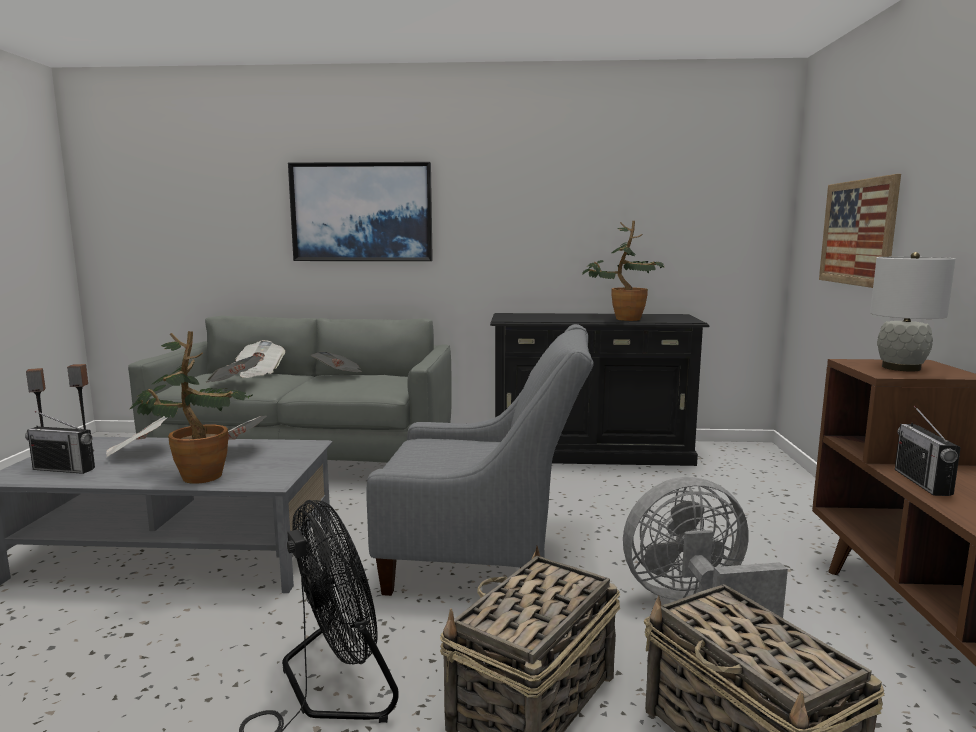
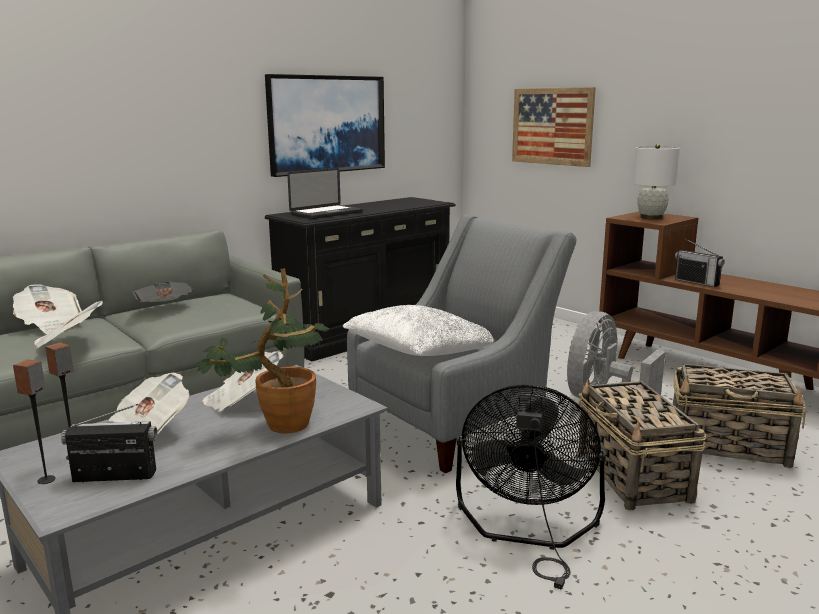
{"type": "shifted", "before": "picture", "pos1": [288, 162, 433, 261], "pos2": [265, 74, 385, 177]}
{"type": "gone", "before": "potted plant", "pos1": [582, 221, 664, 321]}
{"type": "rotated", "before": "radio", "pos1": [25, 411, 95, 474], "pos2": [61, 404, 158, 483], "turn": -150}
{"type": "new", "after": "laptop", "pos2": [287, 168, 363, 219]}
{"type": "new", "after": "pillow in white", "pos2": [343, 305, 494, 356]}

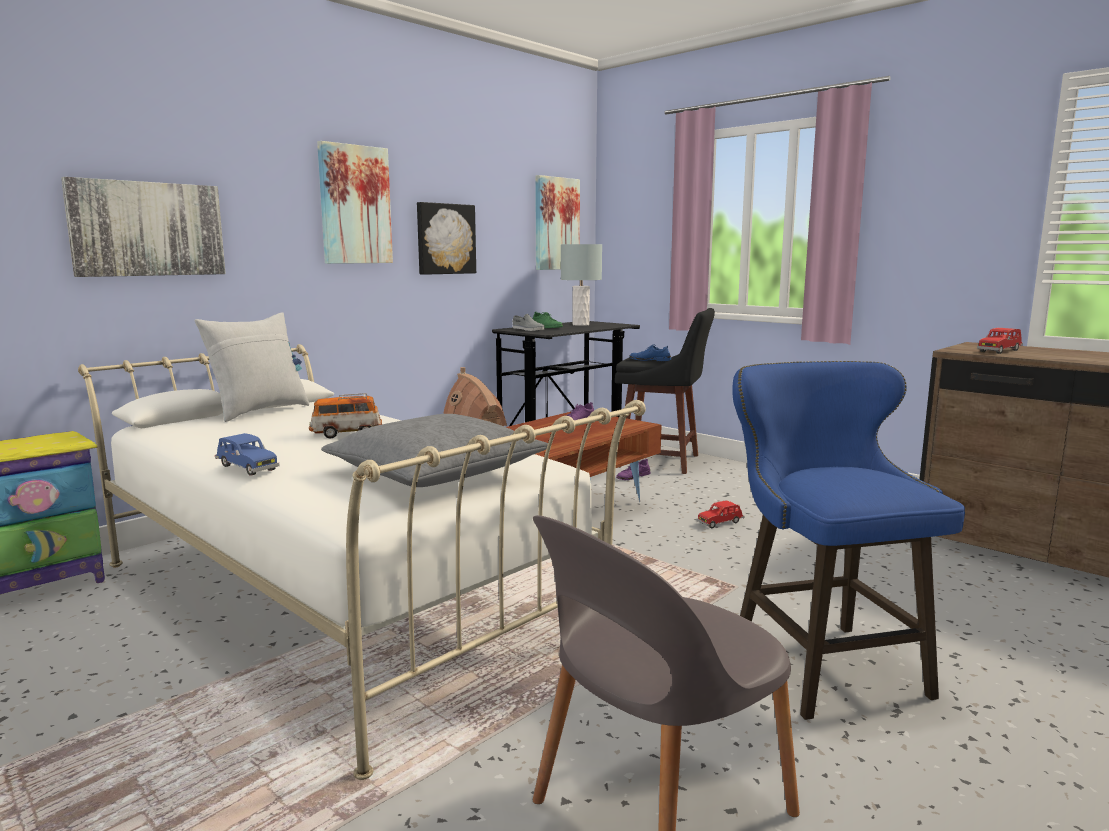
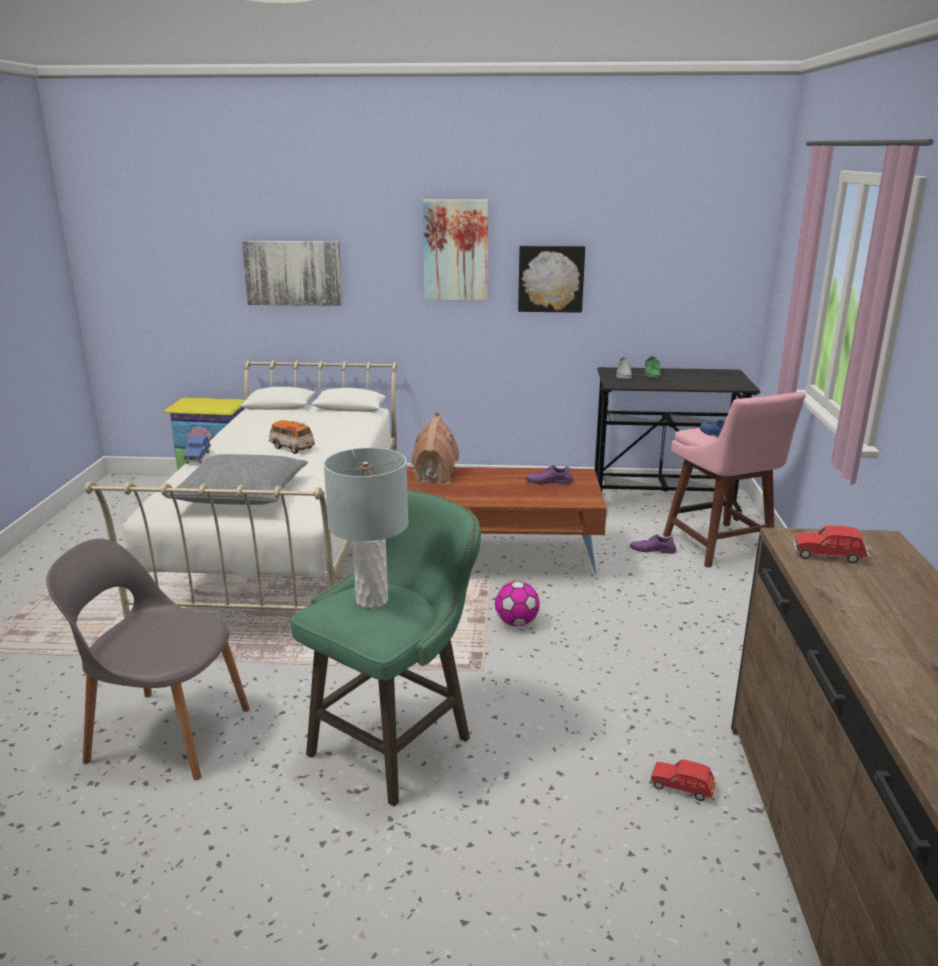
{"type": "gone", "before": "picture", "pos1": [535, 175, 580, 270]}
{"type": "shifted", "before": "table lamp in grey", "pos1": [561, 244, 602, 326], "pos2": [324, 448, 408, 608]}
{"type": "repainted", "before": "stool in black", "after": "stool in pink", "pos1": [615, 308, 715, 474], "pos2": [663, 392, 806, 568]}
{"type": "gone", "before": "pillow in grey", "pos1": [195, 312, 309, 422]}
{"type": "repainted", "before": "stool in blue", "after": "stool in green", "pos1": [732, 361, 965, 720], "pos2": [291, 489, 481, 806]}
{"type": "shifted", "before": "toy car in red", "pos1": [697, 500, 745, 528], "pos2": [649, 760, 718, 801]}
{"type": "new", "after": "football", "pos2": [495, 581, 540, 627]}

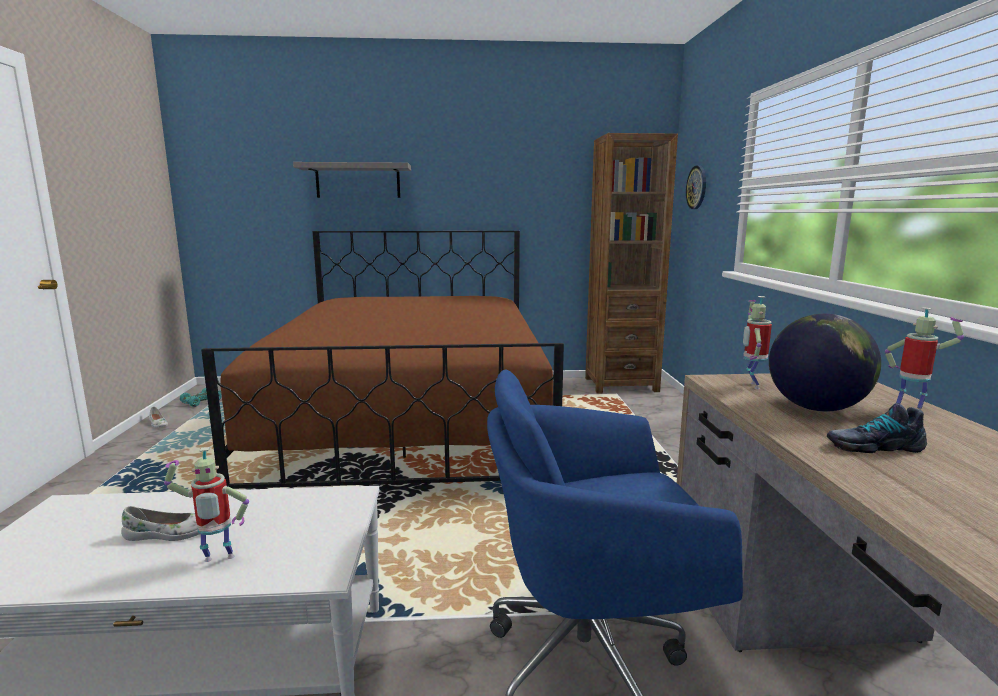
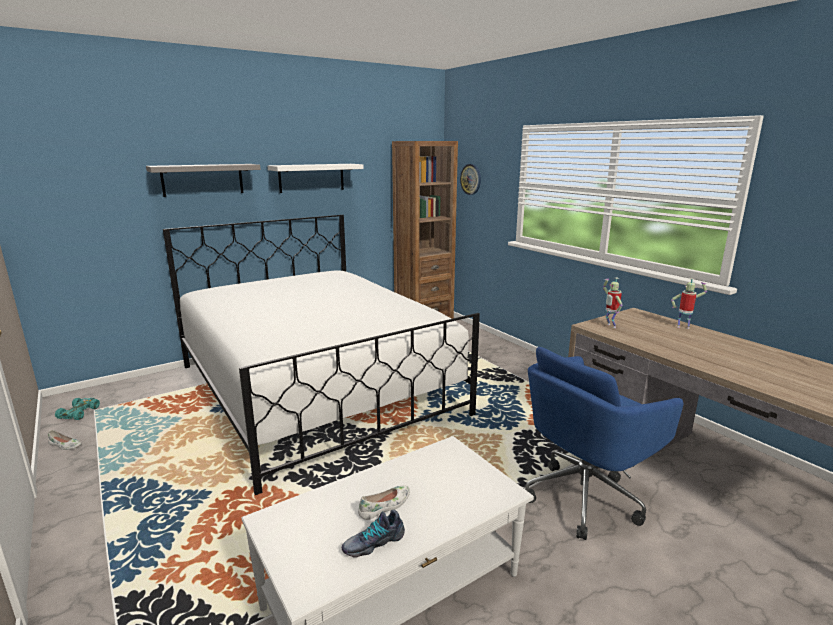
{"type": "repainted", "before": "bed in brown", "after": "bed in white", "pos1": [201, 231, 564, 489], "pos2": [163, 215, 480, 495]}
{"type": "gone", "before": "globe", "pos1": [769, 314, 881, 411]}
{"type": "shifted", "before": "shoe", "pos1": [827, 403, 927, 453], "pos2": [342, 510, 405, 558]}
{"type": "gone", "before": "toy robot", "pos1": [164, 447, 249, 562]}
{"type": "new", "after": "shelf in white", "pos2": [268, 164, 364, 193]}

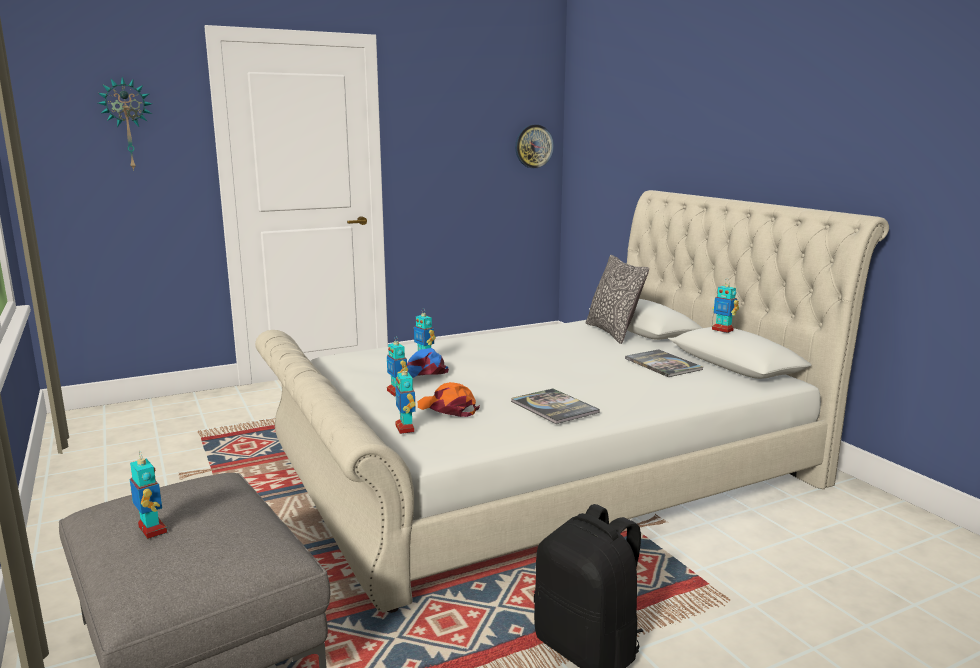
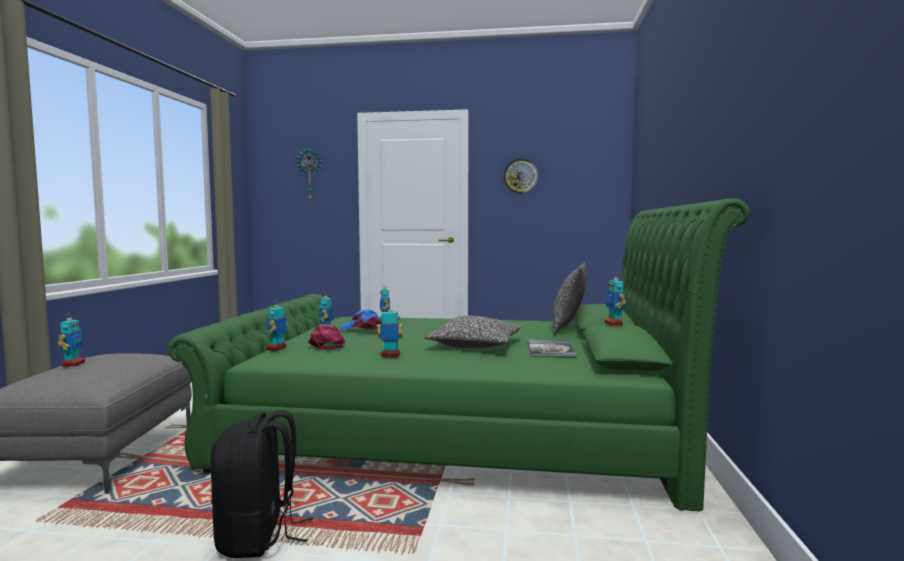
{"type": "shifted", "before": "wall clock", "pos1": [515, 124, 554, 168], "pos2": [503, 158, 539, 194]}
{"type": "repainted", "before": "bed in beige", "after": "bed in green", "pos1": [255, 190, 889, 613], "pos2": [167, 199, 750, 512]}
{"type": "repainted", "before": "cap in orange", "after": "cap in pink", "pos1": [418, 382, 480, 417], "pos2": [308, 324, 345, 350]}
{"type": "swapped", "before": "book", "after": "toy robot", "pos1": [511, 388, 600, 424], "pos2": [377, 304, 403, 357]}
{"type": "new", "after": "pillow", "pos2": [424, 316, 522, 348]}

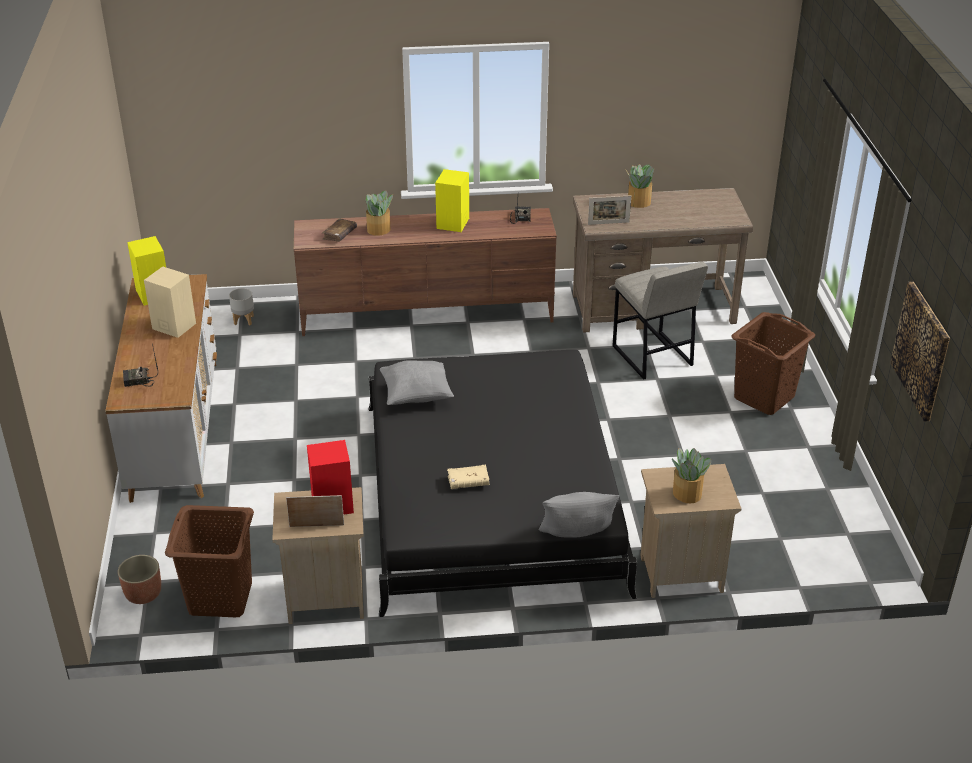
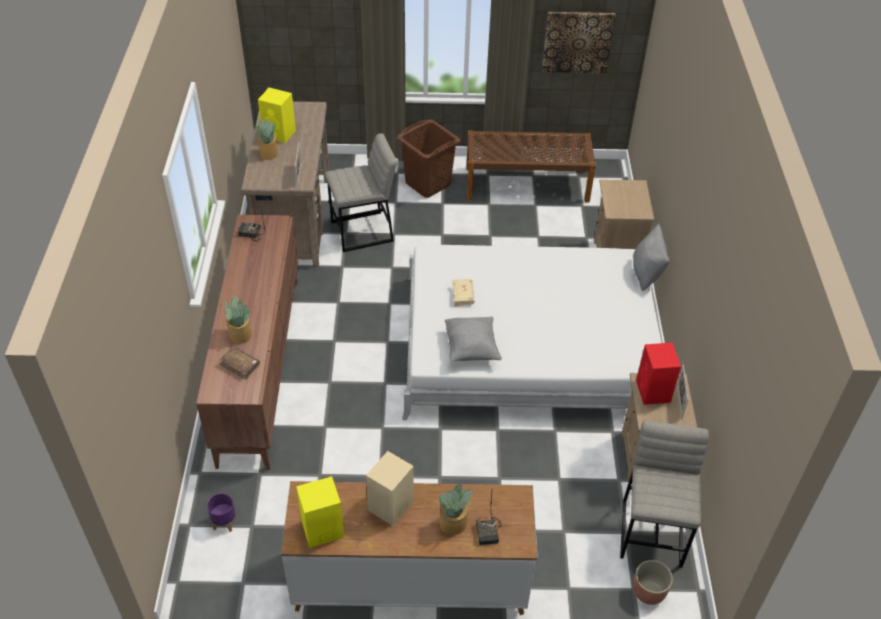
{"type": "shifted", "before": "speaker in yellow", "pos1": [435, 169, 469, 232], "pos2": [258, 87, 296, 143]}
{"type": "repainted", "before": "planter in grey", "after": "planter in purple", "pos1": [229, 288, 254, 325], "pos2": [207, 493, 236, 532]}
{"type": "repainted", "before": "bed in black", "after": "bed in white", "pos1": [368, 350, 637, 617], "pos2": [402, 245, 662, 420]}
{"type": "shifted", "before": "potted plant", "pos1": [672, 448, 711, 503], "pos2": [439, 483, 473, 535]}
{"type": "shifted", "before": "book in beige", "pos1": [447, 464, 490, 489], "pos2": [452, 279, 474, 307]}
{"type": "swapped", "before": "laundry basket in brown", "after": "chair in grey", "pos1": [165, 505, 254, 617], "pos2": [620, 420, 709, 568]}
{"type": "new", "after": "bench in brown", "pos2": [466, 131, 596, 202]}

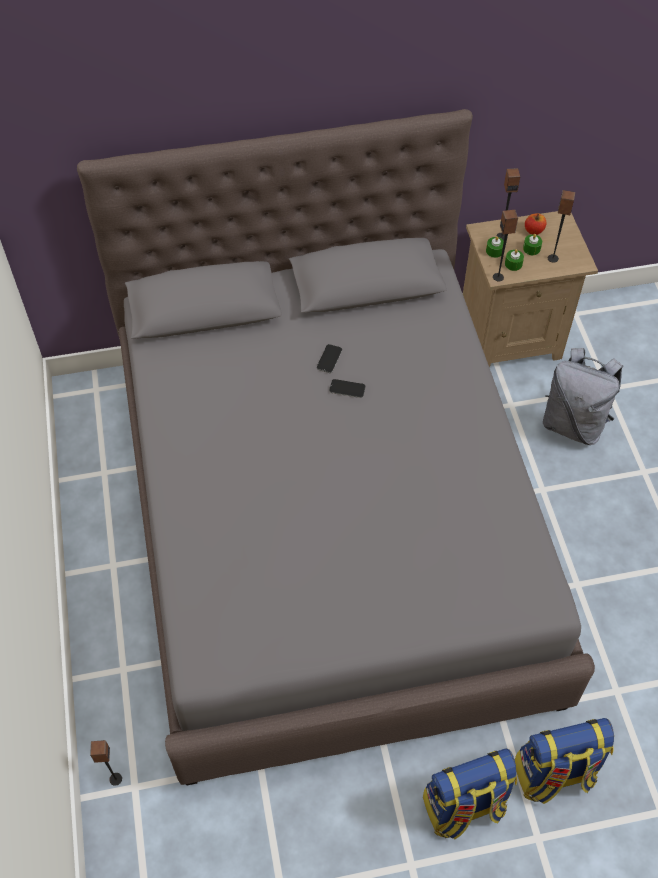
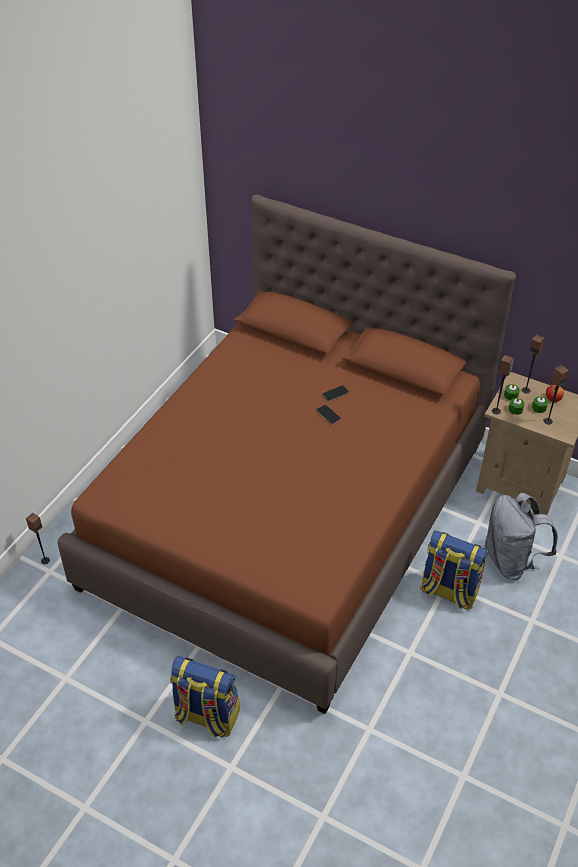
{"type": "repainted", "before": "bed in grey", "after": "bed in brown", "pos1": [77, 109, 595, 785], "pos2": [57, 195, 516, 714]}
{"type": "shifted", "before": "backpack", "pos1": [515, 718, 614, 804], "pos2": [420, 530, 488, 610]}

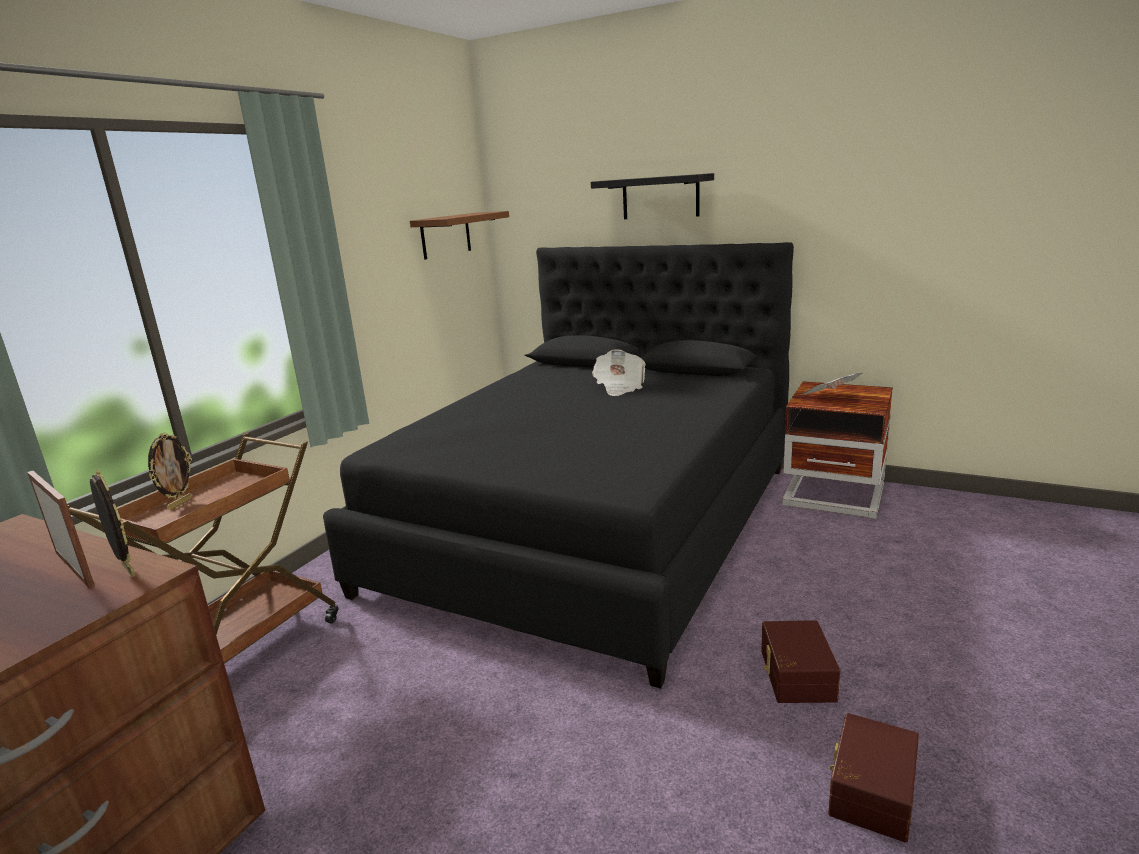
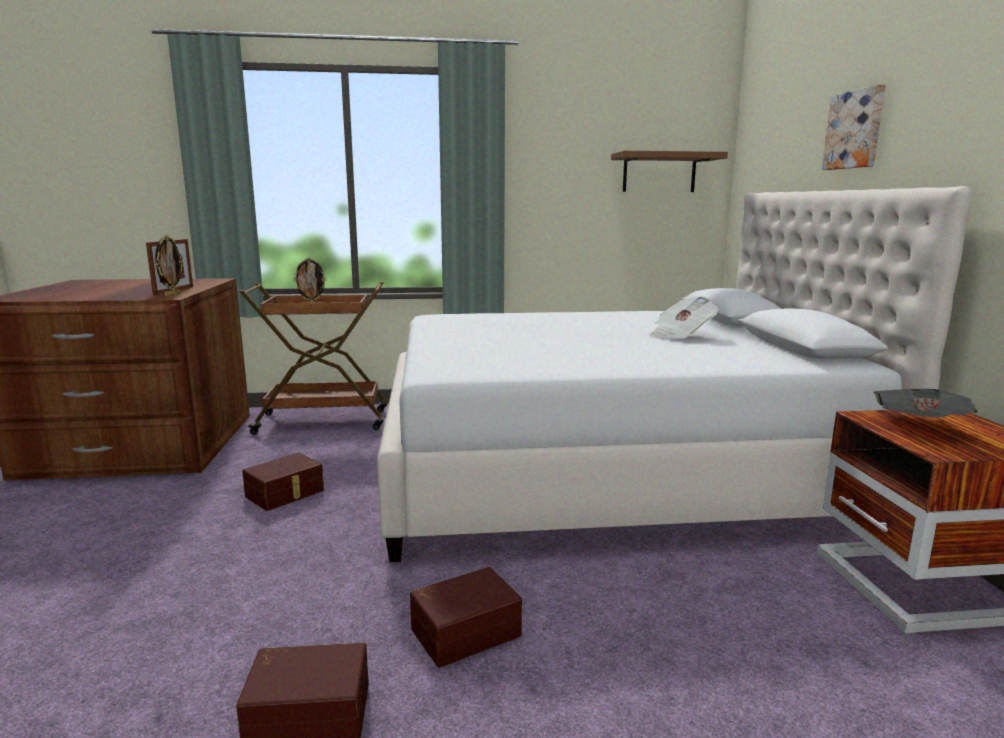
{"type": "swapped", "before": "shelf in black", "after": "picture", "pos1": [591, 173, 714, 219], "pos2": [822, 84, 885, 170]}
{"type": "repainted", "before": "bed in black", "after": "bed in white", "pos1": [323, 242, 794, 689], "pos2": [377, 186, 972, 562]}
{"type": "new", "after": "storage box in brown", "pos2": [242, 453, 324, 511]}

